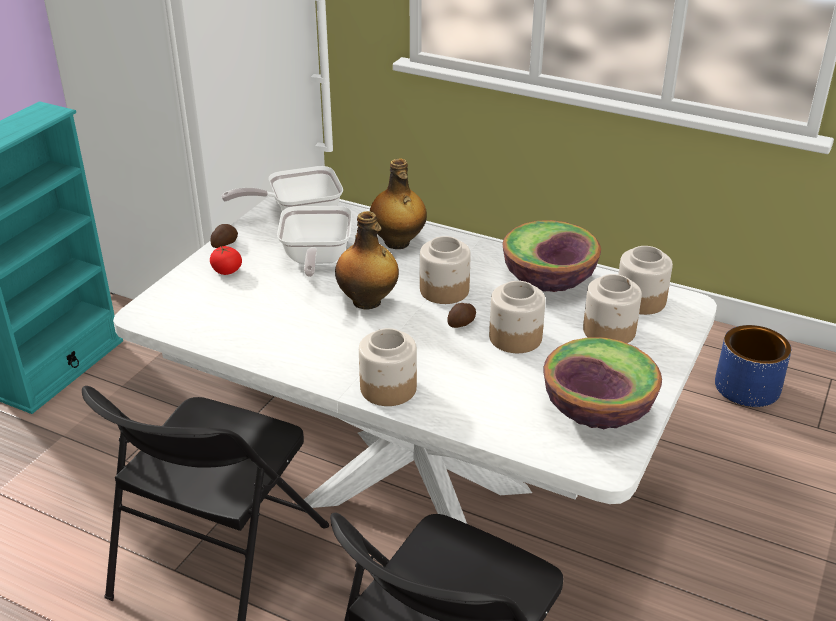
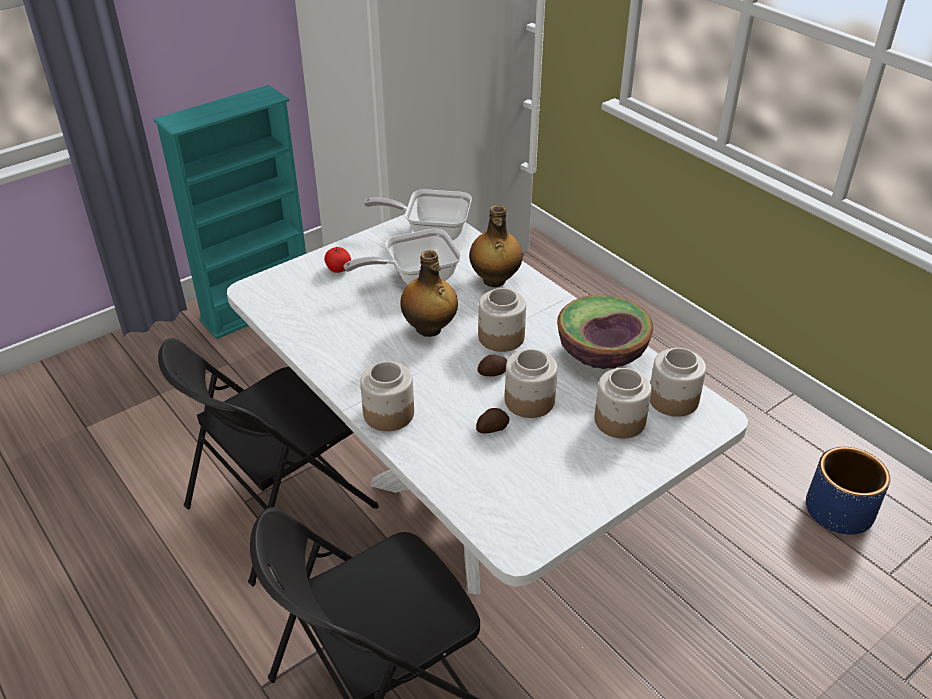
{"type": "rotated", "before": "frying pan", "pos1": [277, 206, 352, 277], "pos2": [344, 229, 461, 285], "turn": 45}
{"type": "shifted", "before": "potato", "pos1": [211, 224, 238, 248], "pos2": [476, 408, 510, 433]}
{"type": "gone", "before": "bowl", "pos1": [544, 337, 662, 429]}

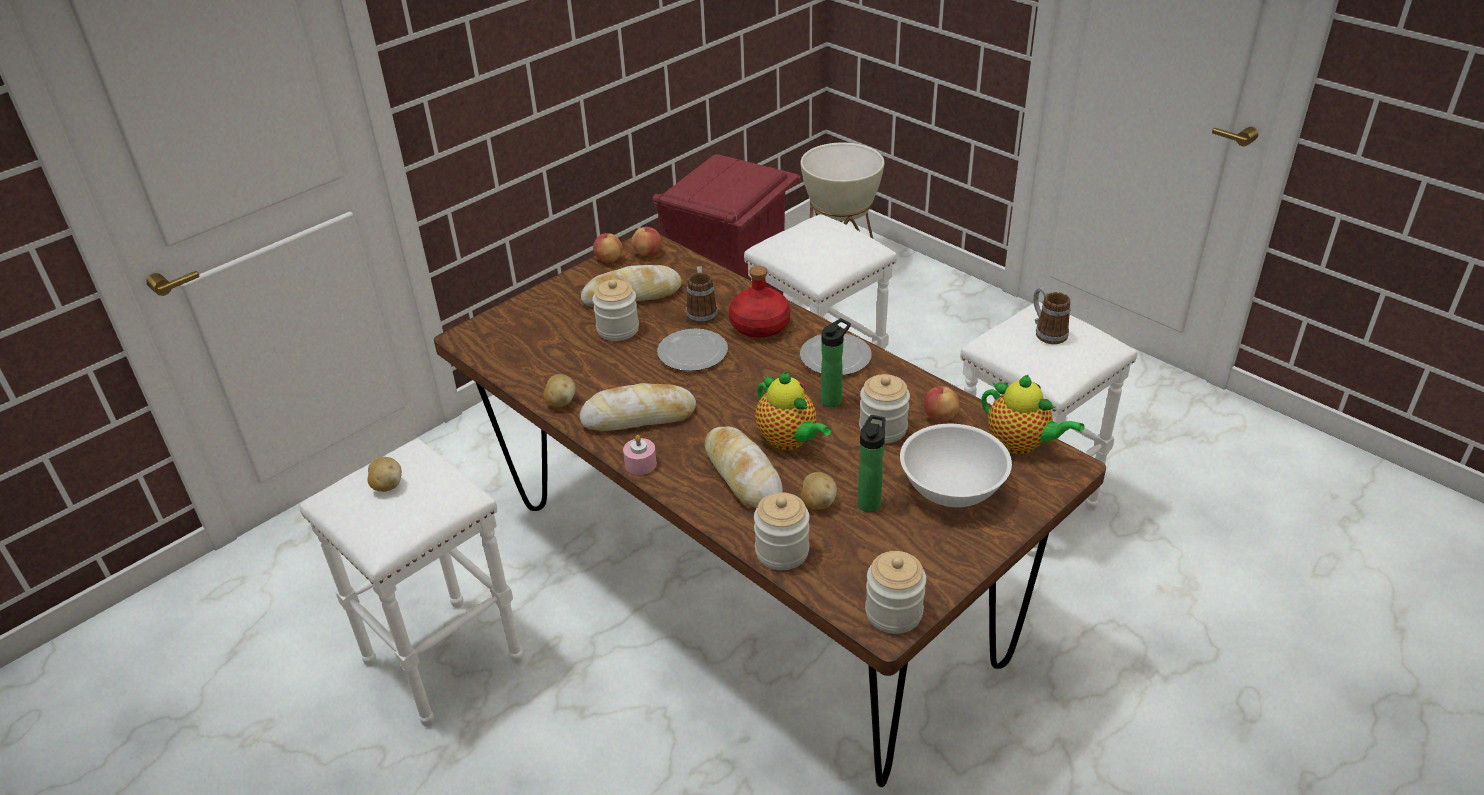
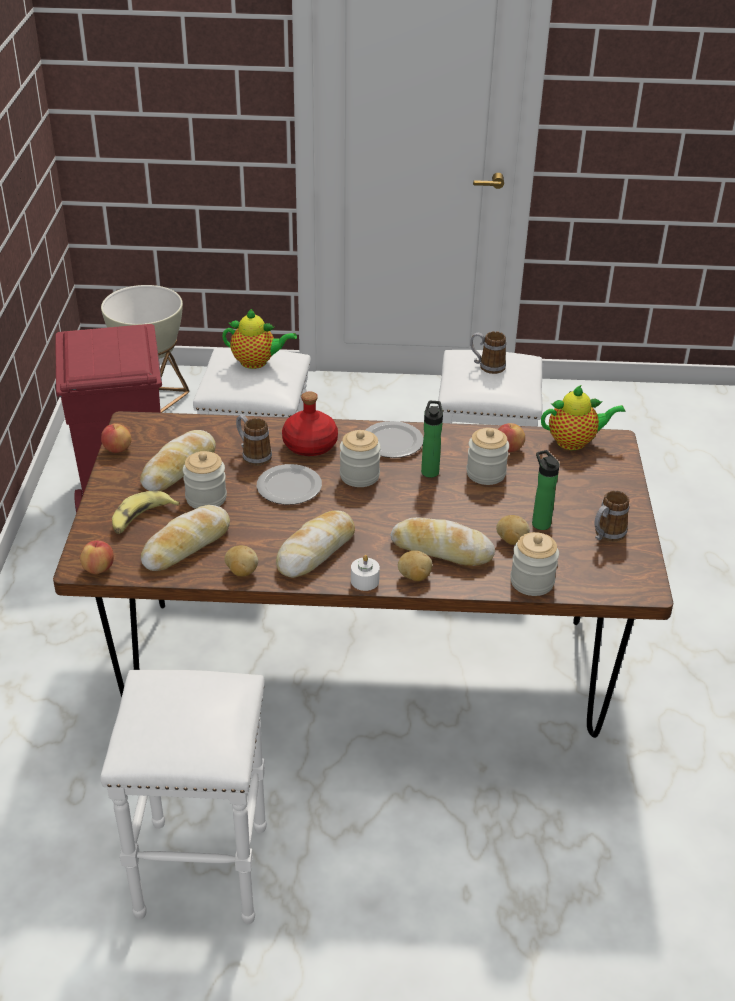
{"type": "shifted", "before": "apple", "pos1": [632, 227, 661, 256], "pos2": [80, 541, 114, 574]}
{"type": "shifted", "before": "teapot", "pos1": [755, 372, 831, 451], "pos2": [222, 308, 297, 369]}
{"type": "gone", "before": "bowl in white", "pos1": [900, 424, 1012, 507]}
{"type": "repainted", "before": "candle in pink", "after": "candle in white", "pos1": [623, 435, 657, 475], "pos2": [351, 555, 380, 591]}
{"type": "shifted", "before": "potato", "pos1": [368, 457, 402, 492], "pos2": [398, 550, 432, 581]}
{"type": "shifted", "before": "jar", "pos1": [865, 551, 926, 634], "pos2": [340, 430, 381, 487]}
{"type": "new", "after": "banana", "pos2": [112, 491, 180, 534]}
{"type": "new", "after": "mug", "pos2": [594, 491, 629, 541]}
{"type": "new", "after": "bread", "pos2": [141, 505, 230, 571]}

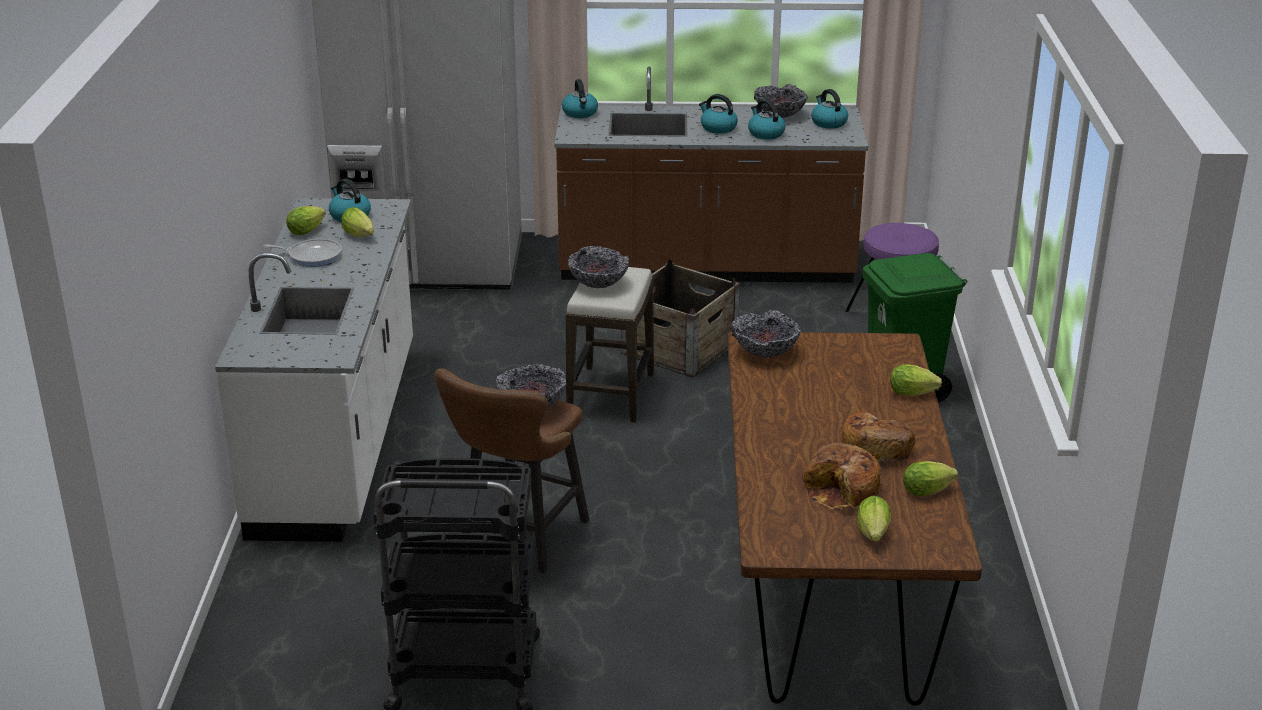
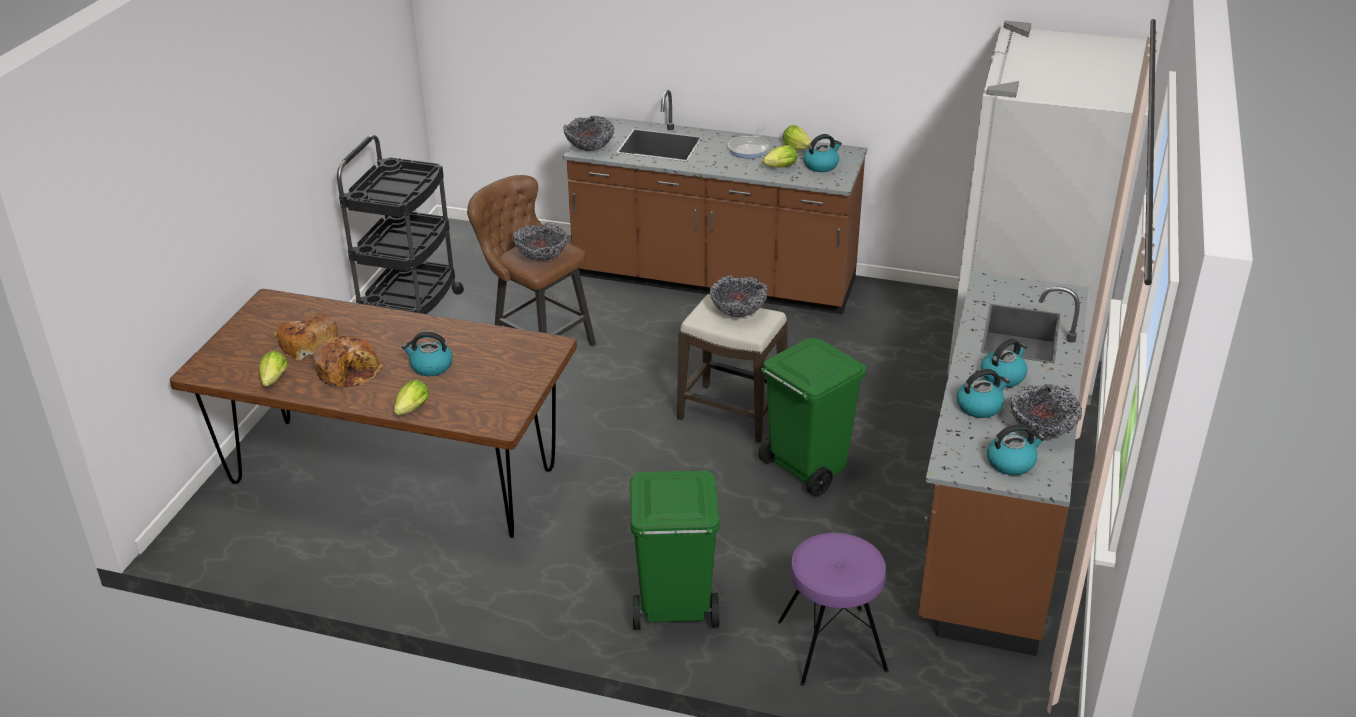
{"type": "shifted", "before": "kettle", "pos1": [562, 79, 598, 118], "pos2": [402, 332, 453, 376]}
{"type": "repainted", "before": "counter in white", "after": "counter in brown", "pos1": [215, 198, 413, 542], "pos2": [563, 90, 867, 314]}
{"type": "swapped", "before": "crate", "after": "trash can in green", "pos1": [621, 259, 740, 378], "pos2": [758, 338, 866, 497]}
{"type": "shifted", "before": "bowl", "pos1": [732, 310, 801, 357], "pos2": [564, 116, 614, 151]}
{"type": "gone", "before": "lettuce", "pos1": [857, 495, 892, 541]}

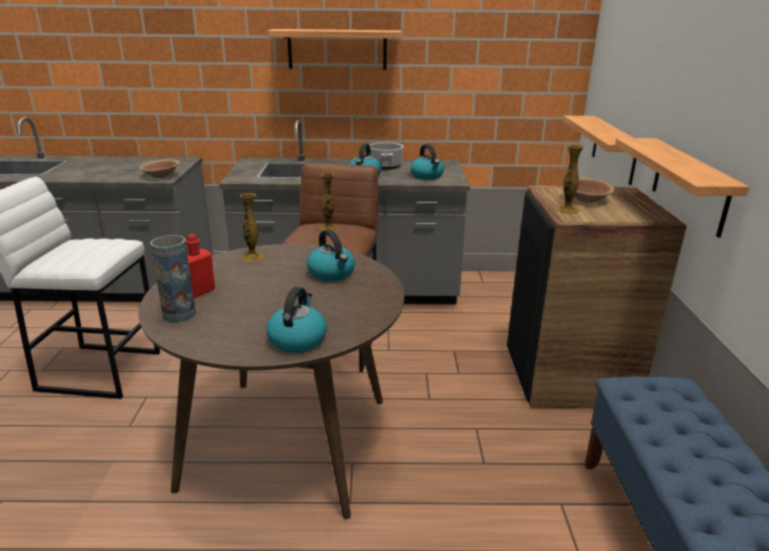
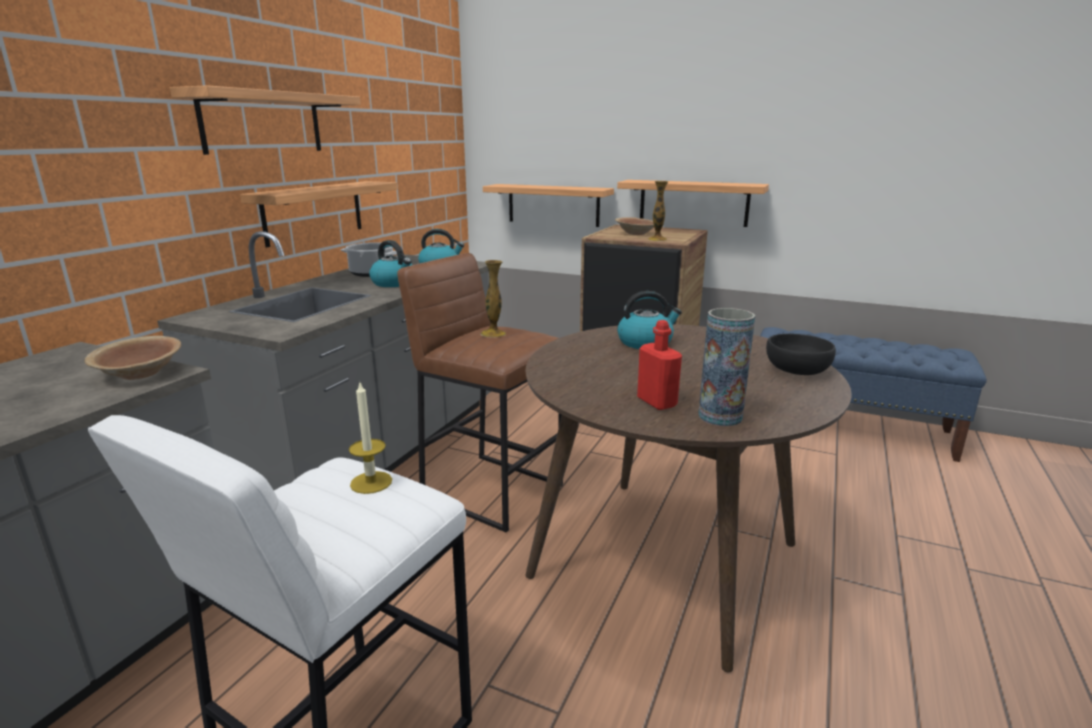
{"type": "gone", "before": "vase", "pos1": [240, 193, 264, 262]}
{"type": "swapped", "before": "kettle", "after": "bowl in black", "pos1": [266, 287, 327, 353], "pos2": [766, 334, 836, 375]}
{"type": "new", "after": "shelf", "pos2": [240, 181, 398, 247]}
{"type": "new", "after": "candle", "pos2": [349, 383, 392, 494]}

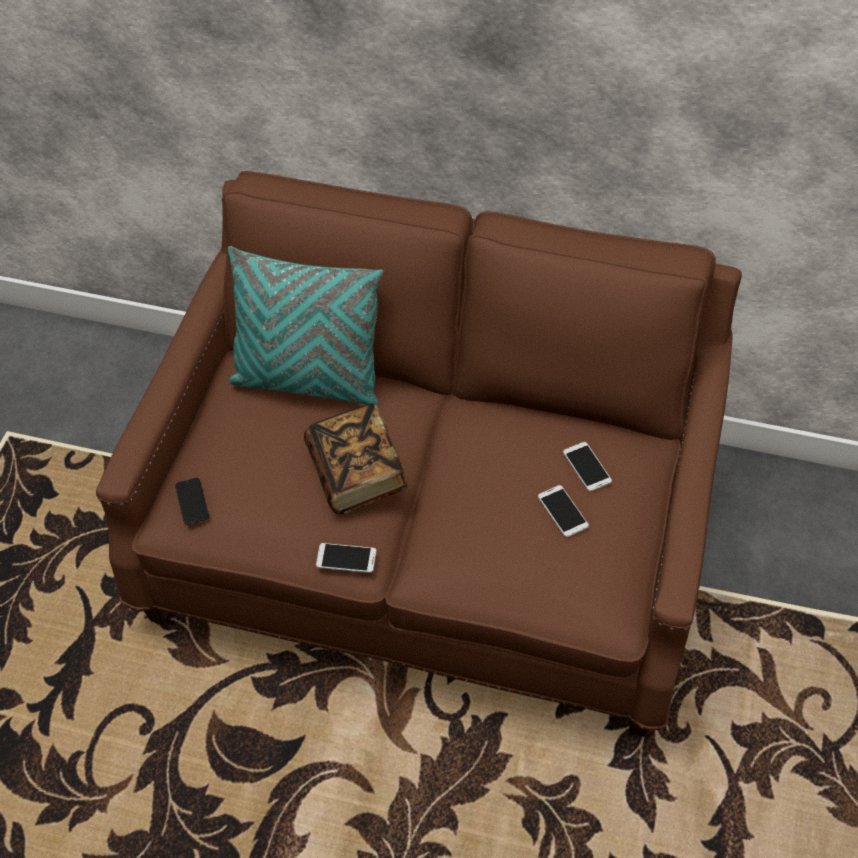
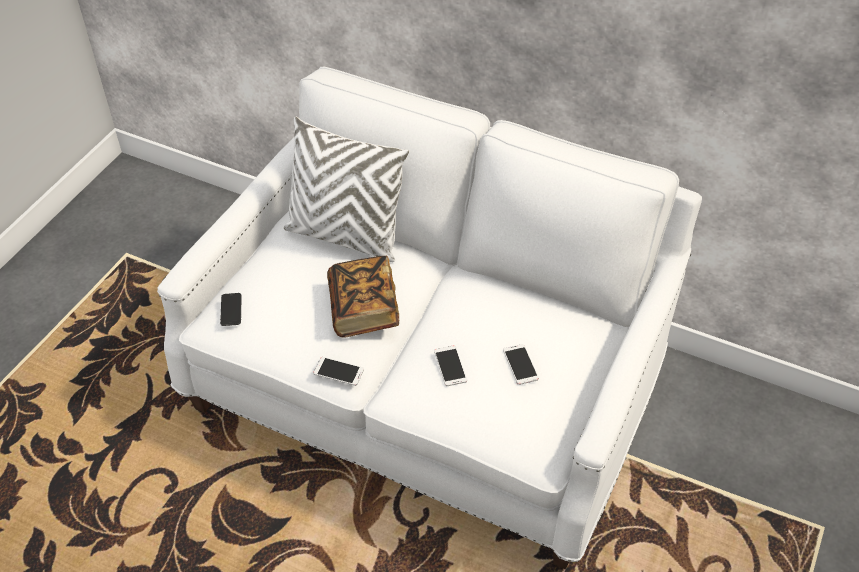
{"type": "repainted", "before": "sofa in brown", "after": "sofa in white", "pos1": [96, 171, 742, 737], "pos2": [157, 67, 702, 569]}
{"type": "repainted", "before": "pillow in turquoise", "after": "pillow in white", "pos1": [228, 246, 384, 405], "pos2": [284, 117, 409, 262]}
{"type": "shifted", "before": "phone", "pos1": [563, 442, 612, 492], "pos2": [434, 345, 467, 386]}

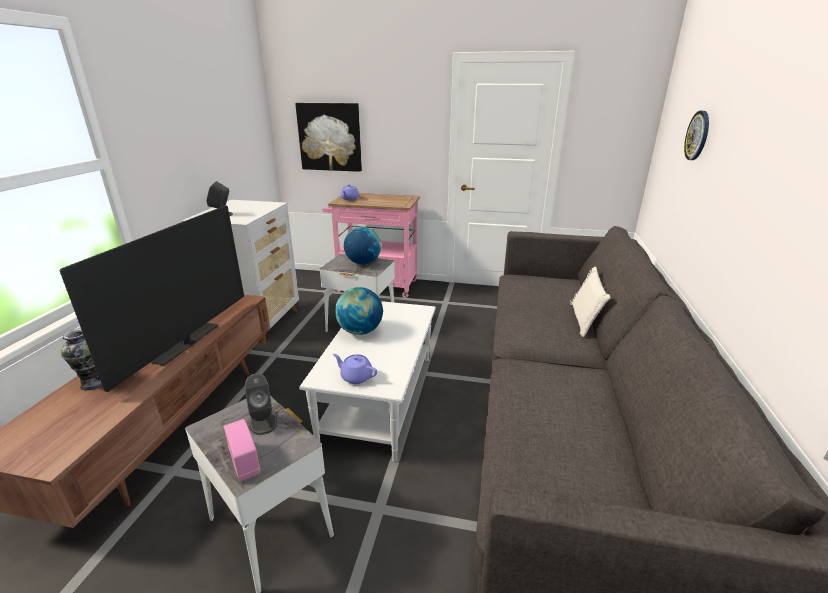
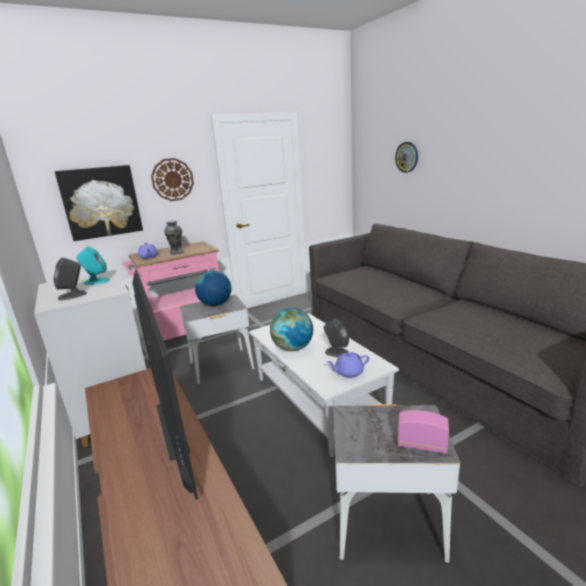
{"type": "gone", "before": "pillow in white", "pos1": [570, 267, 611, 337]}
{"type": "shifted", "before": "vase", "pos1": [61, 329, 102, 390], "pos2": [164, 221, 183, 254]}
{"type": "shifted", "before": "speaker in grey", "pos1": [245, 374, 277, 435], "pos2": [324, 319, 349, 357]}
{"type": "new", "after": "wall clock", "pos2": [151, 158, 194, 201]}
{"type": "new", "after": "speaker in turquoise", "pos2": [76, 247, 110, 285]}

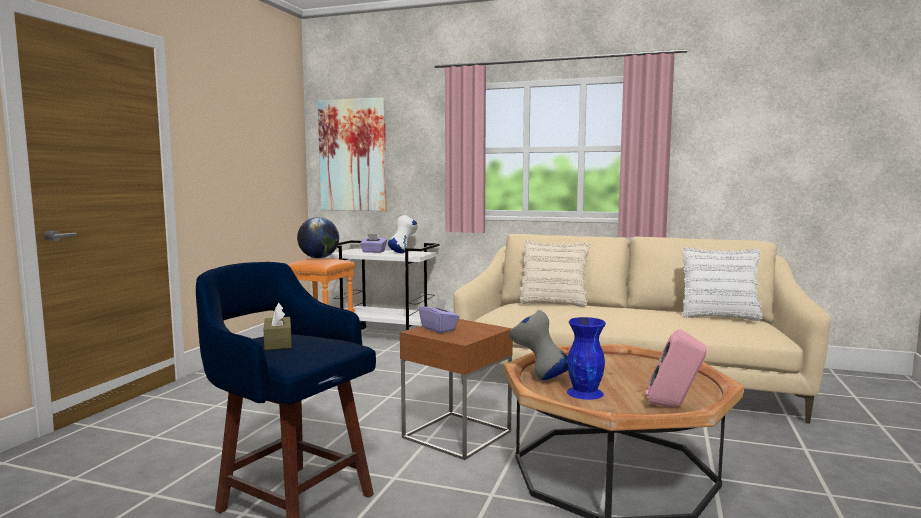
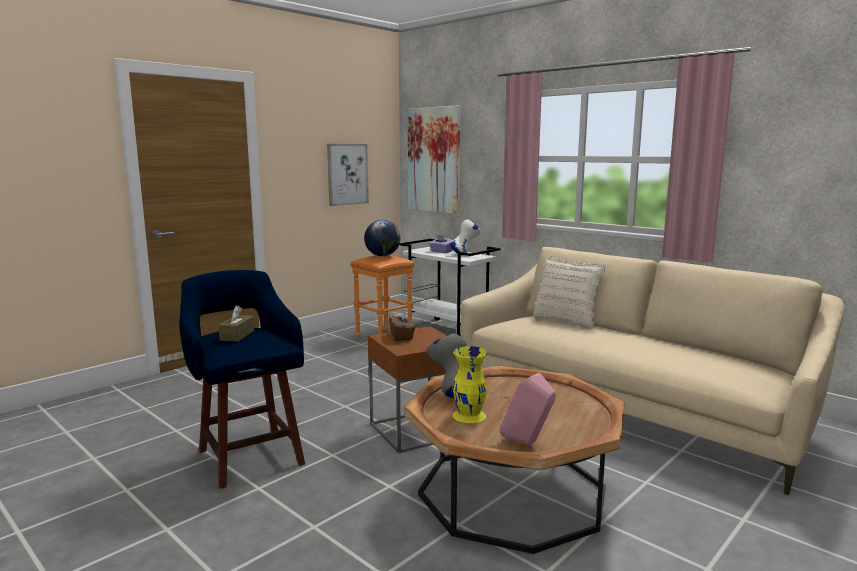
{"type": "gone", "before": "pillow in white", "pos1": [682, 247, 763, 321]}
{"type": "repainted", "before": "tissue box in purple", "after": "tissue box in brown", "pos1": [419, 298, 459, 333], "pos2": [389, 309, 415, 341]}
{"type": "repainted", "before": "vase in blue", "after": "vase in yellow", "pos1": [567, 317, 606, 400], "pos2": [453, 346, 487, 423]}
{"type": "new", "after": "picture", "pos2": [327, 144, 369, 206]}

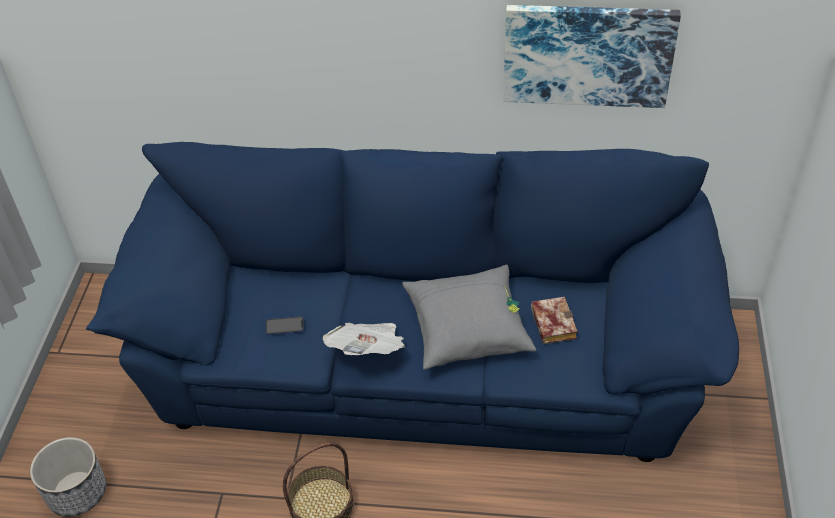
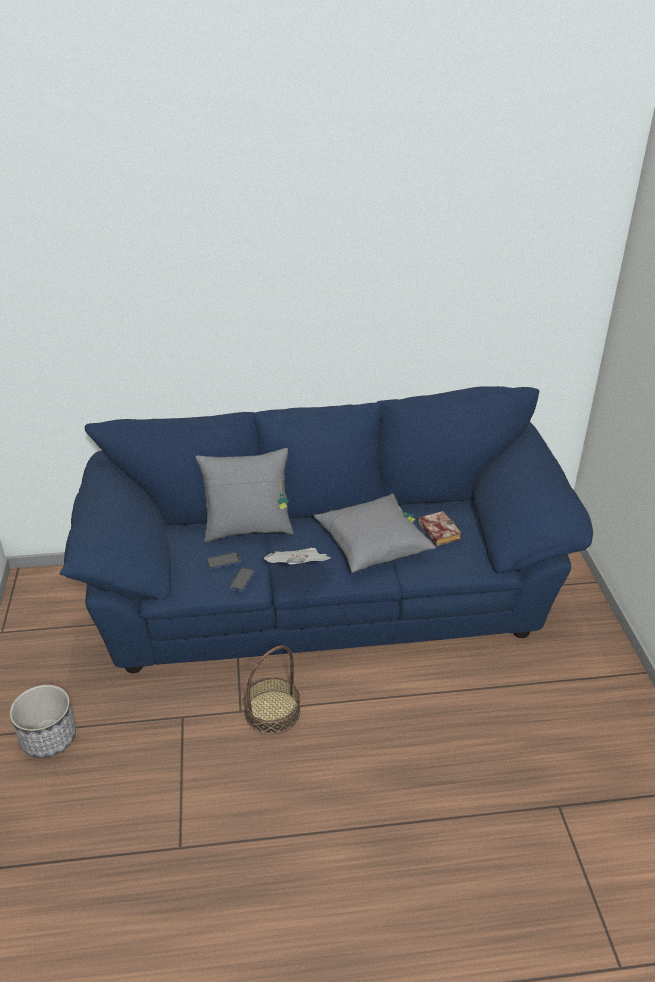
{"type": "gone", "before": "picture", "pos1": [503, 5, 681, 108]}
{"type": "new", "after": "pillow in grey", "pos2": [195, 448, 294, 542]}
{"type": "new", "after": "phone", "pos2": [229, 567, 255, 592]}

